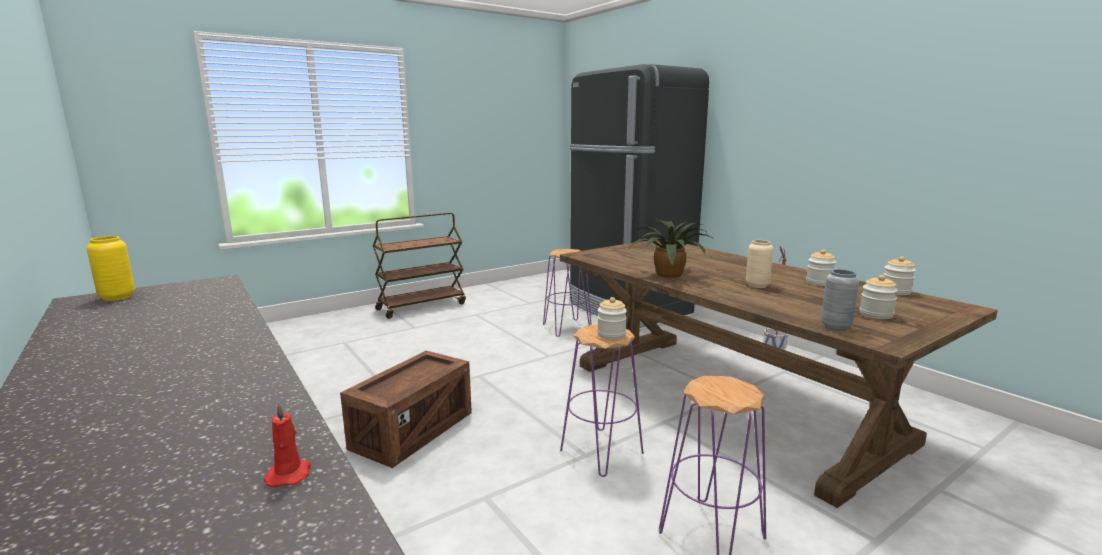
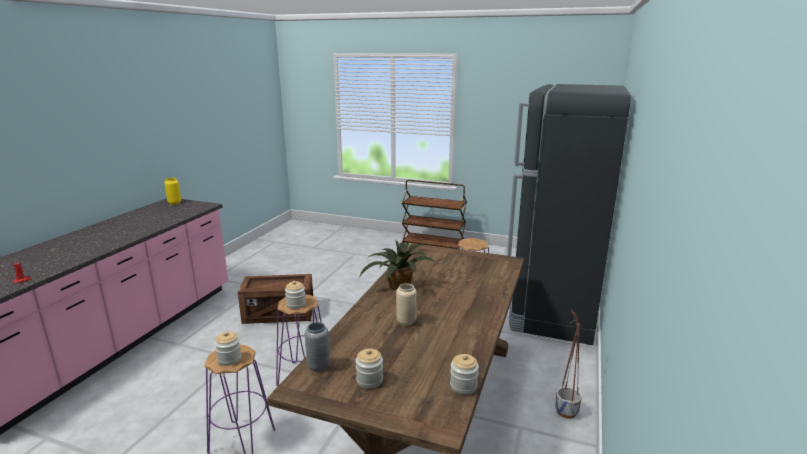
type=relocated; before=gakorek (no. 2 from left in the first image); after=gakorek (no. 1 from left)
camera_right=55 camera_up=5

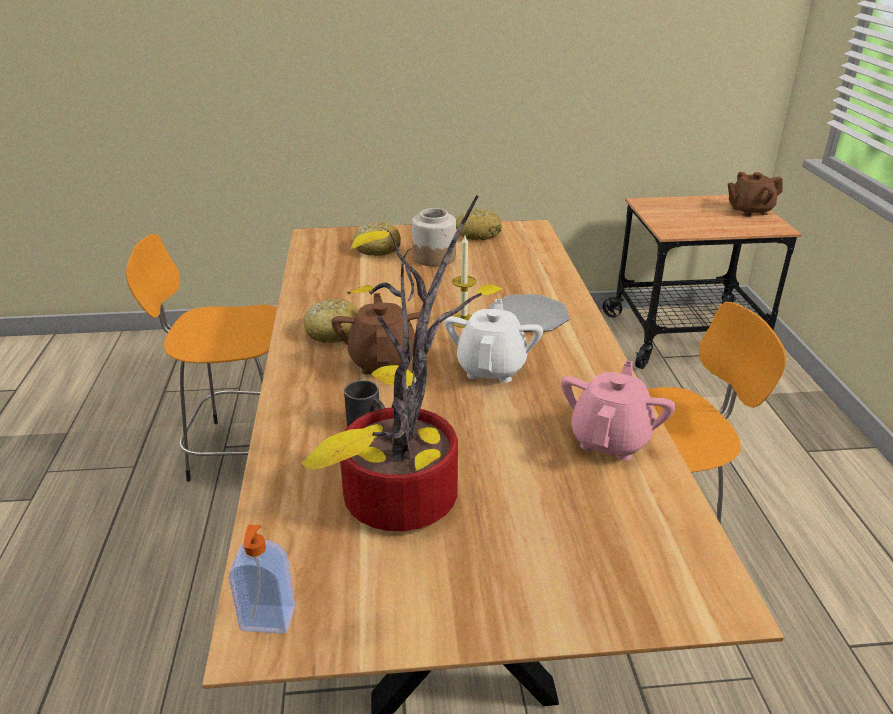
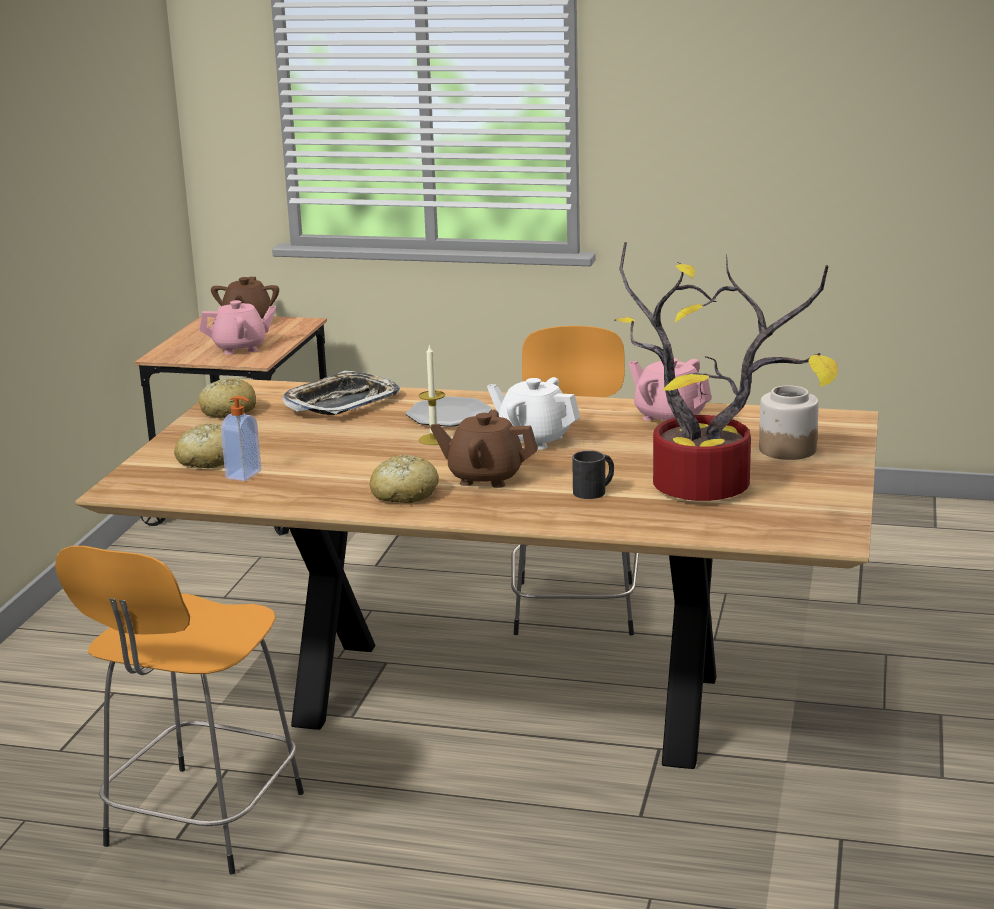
type=appeared; after=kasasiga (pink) (no. 1 from left)
type=relocated; before=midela
type=appeared; after=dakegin
type=relocated; before=gakorek
camera_right=-70 camera_up=-10

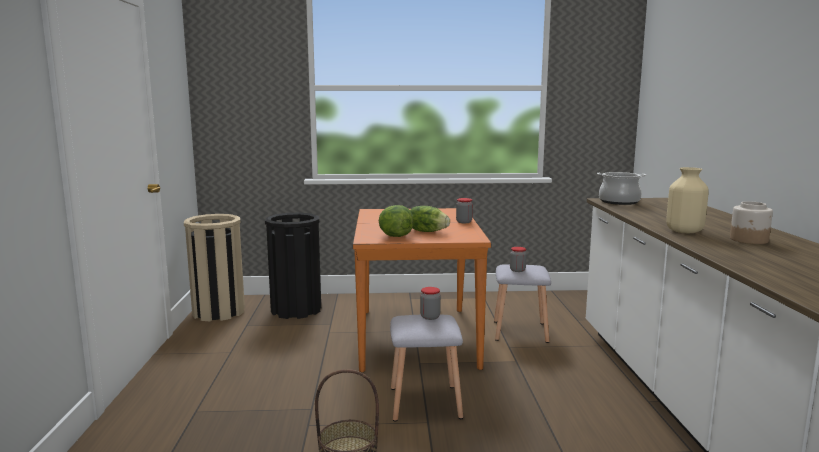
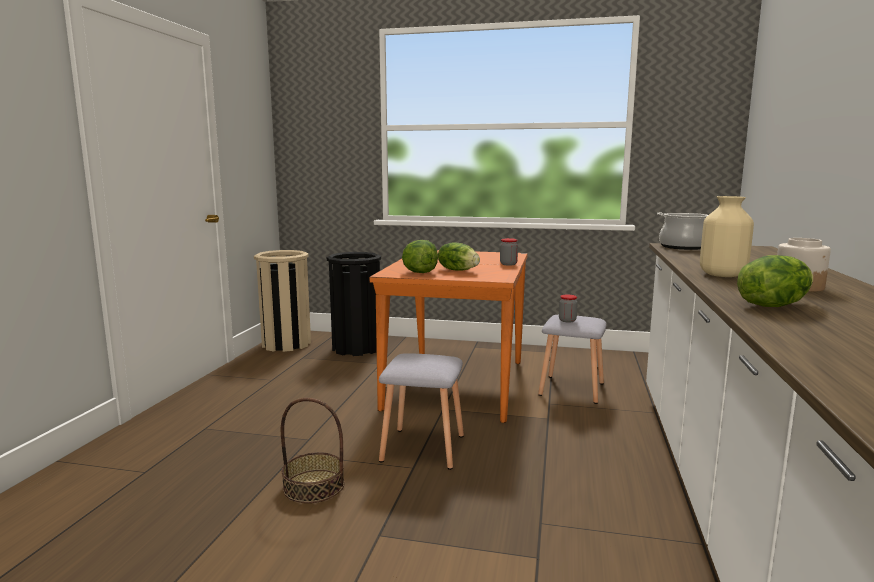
type=appeared; after=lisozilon (no. 3 from left)
type=missing; before=gakorek (no. 1 from left)
camera_right=15 camera_up=0

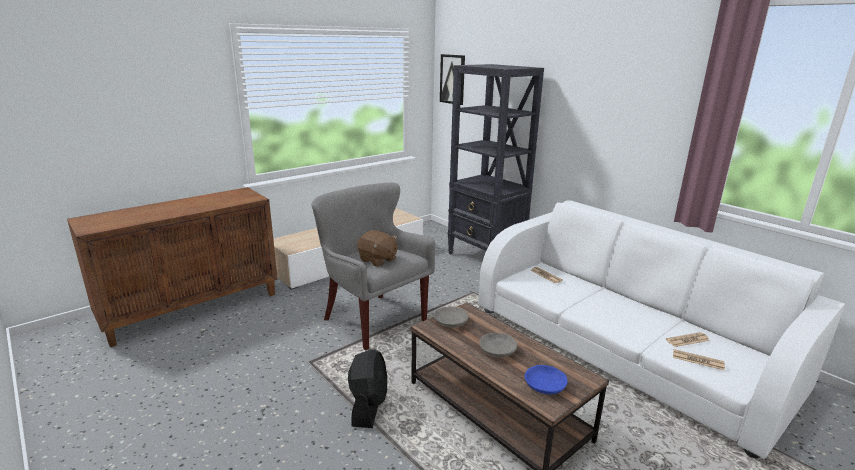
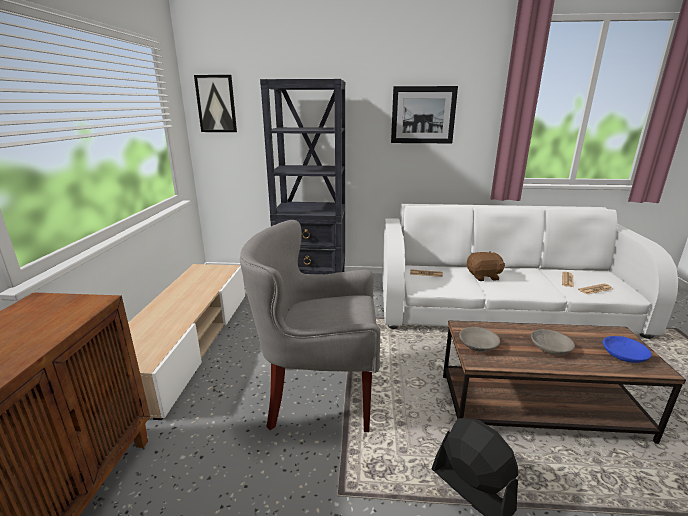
type=appeared; after=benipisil (no. 2 from left)
type=relocated; before=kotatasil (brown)
camera_right=-45 camera_up=0

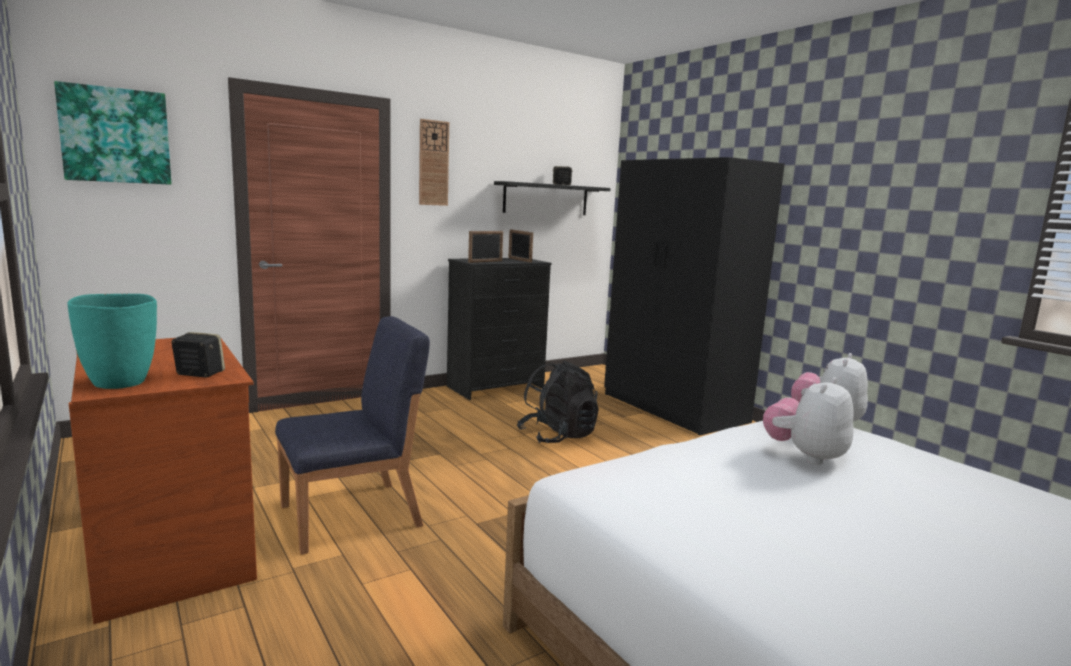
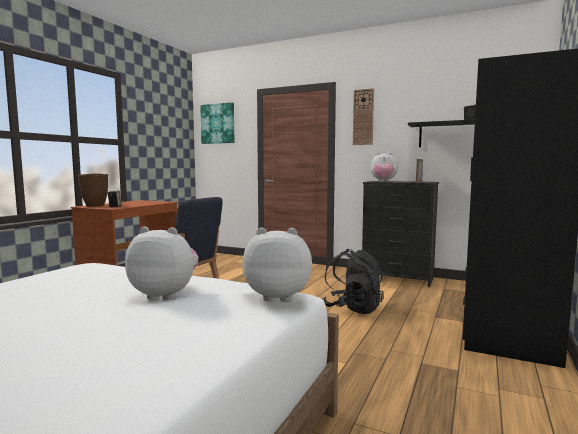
type=colour; before=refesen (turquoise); after=refesen (brown)
type=exchanged; before=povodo (no. 1 from left); after=kotatasil (no. 3 from left)
camera_right=60 camera_up=-5

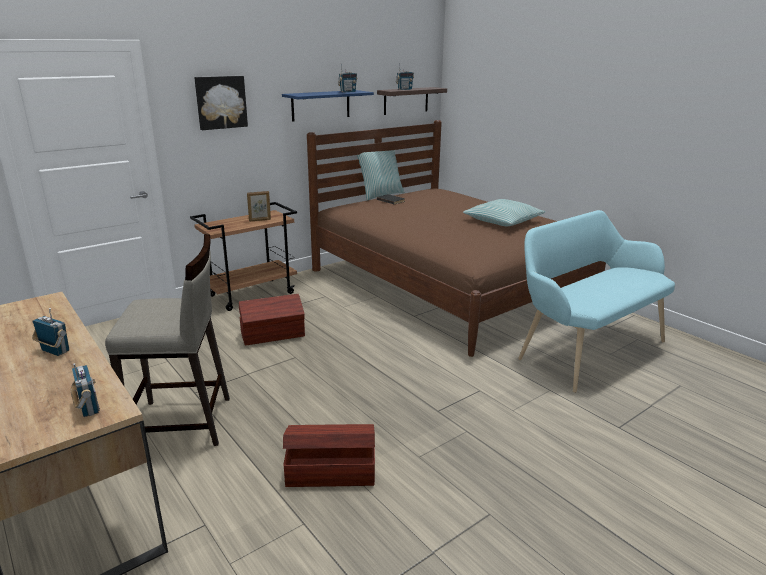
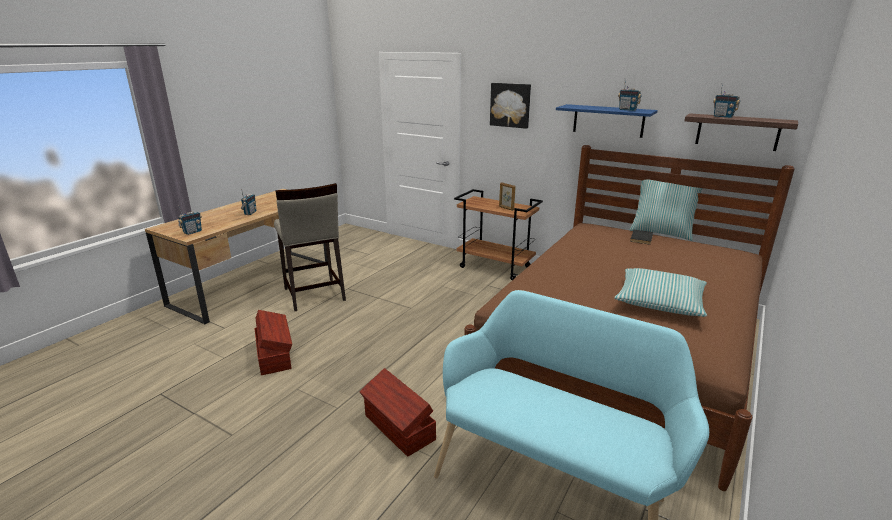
type=relocated; before=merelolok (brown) (no. 1 from left in the first image); after=merelolok (brown) (no. 2 from left)
camera_right=70 camera_up=0

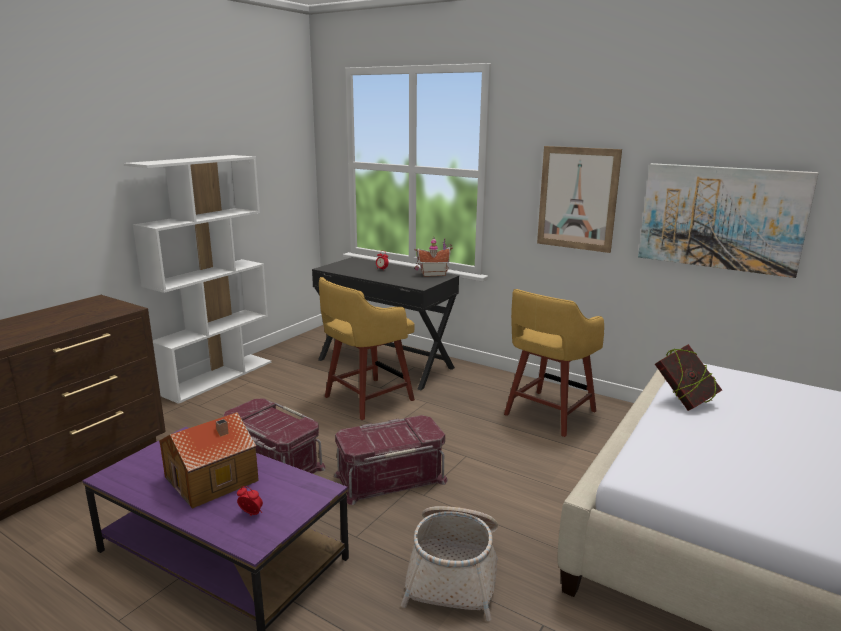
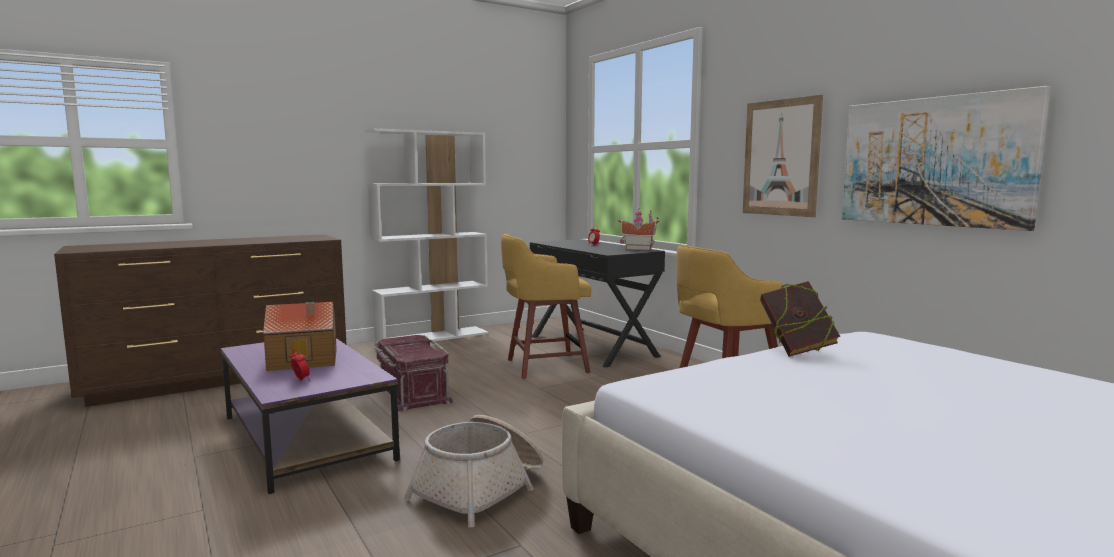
type=missing; before=merelolok (red) (no. 2 from left)
camera_right=25 camera_up=-10

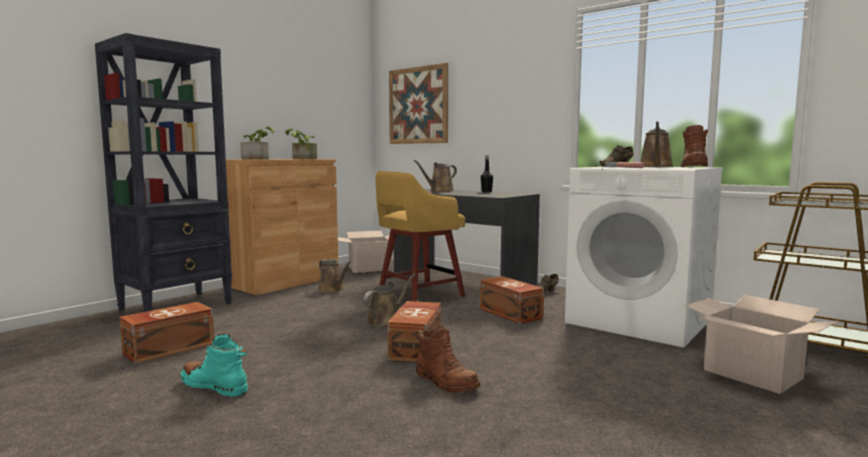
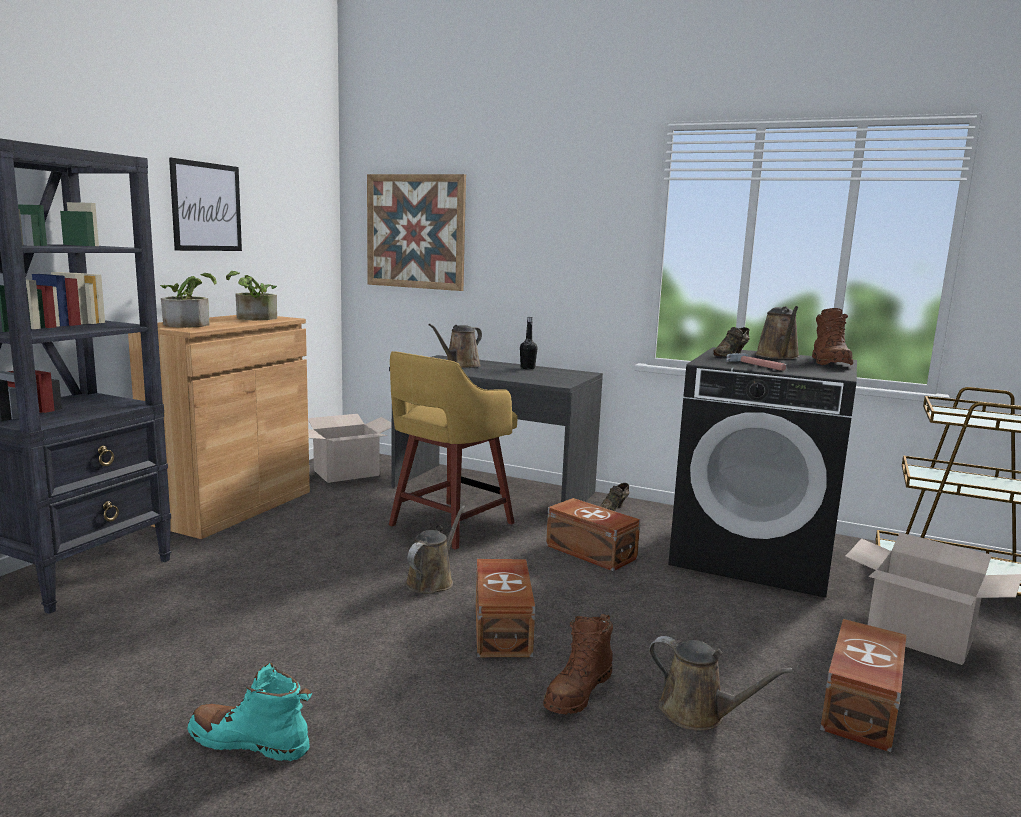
type=appeared; after=benipisil (no. 1 from left)
type=spun; before=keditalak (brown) (no. 1 from left); turn=90
type=relocated; before=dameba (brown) (no. 1 from left in the first image); after=dameba (brown) (no. 3 from left)
type=colour; before=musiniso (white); after=musiniso (black)
type=relocated; before=merelolok (brown) (no. 1 from left in the first image); after=merelolok (brown) (no. 3 from left)
camera_right=-15 camera_up=5

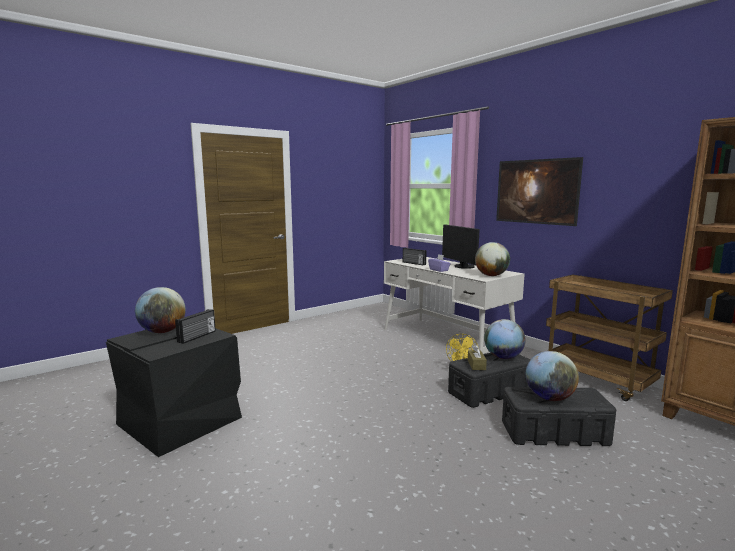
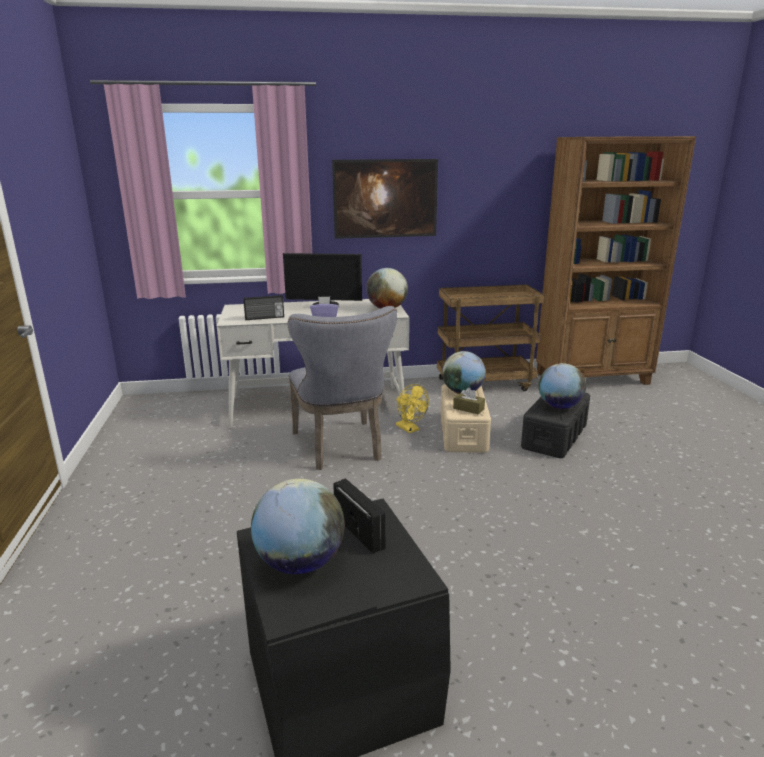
type=appeared; after=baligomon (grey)
type=colour; before=merelolok (black) (no. 2 from left); after=merelolok (beige)
camera_right=-60 camera_up=10

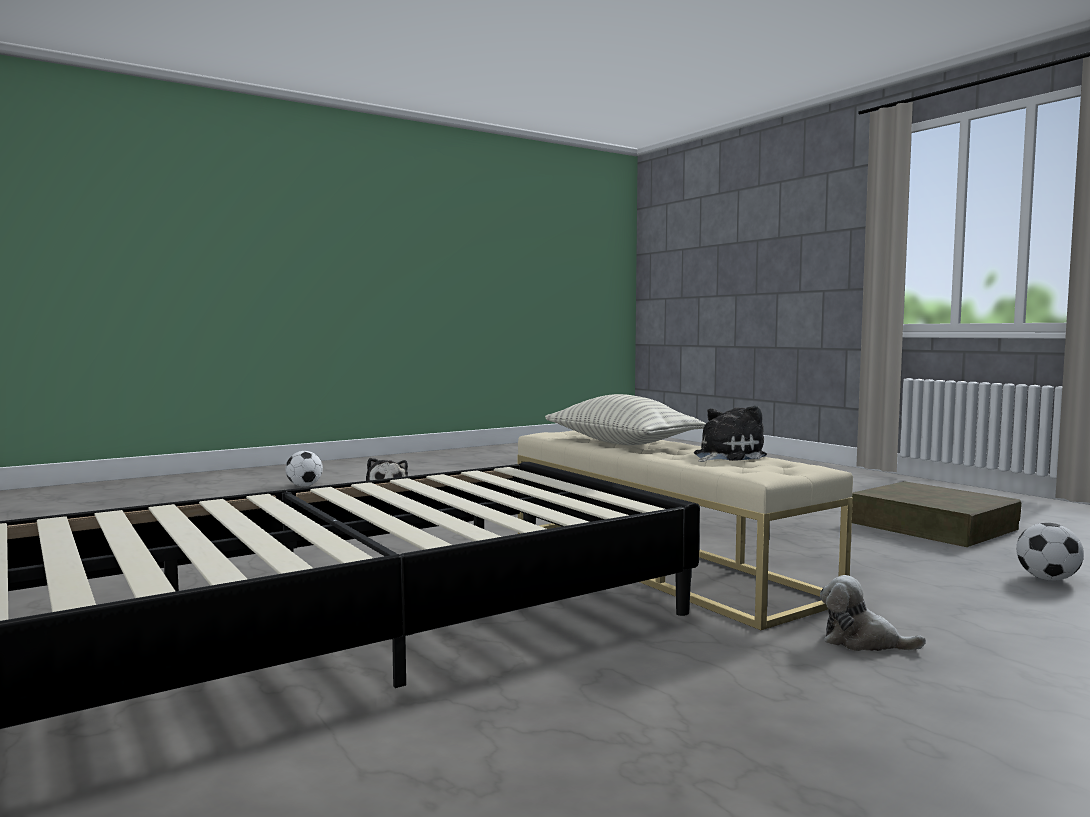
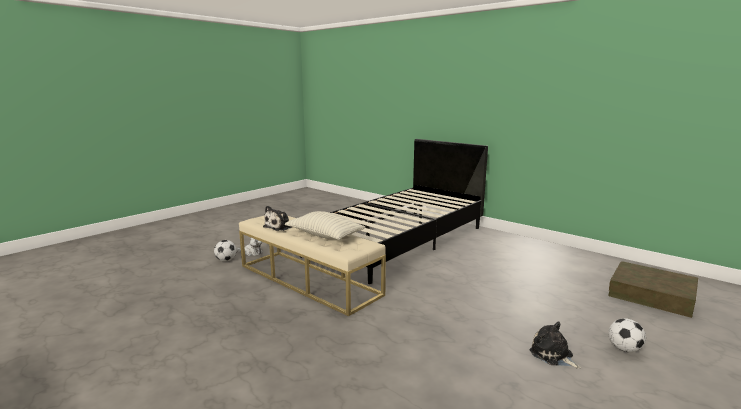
type=relocated; before=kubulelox (no. 2 from left in the first image); after=kubulelox (no. 1 from left)
type=relocated; before=merelolok (brown)
camera_right=165 camera_up=10

